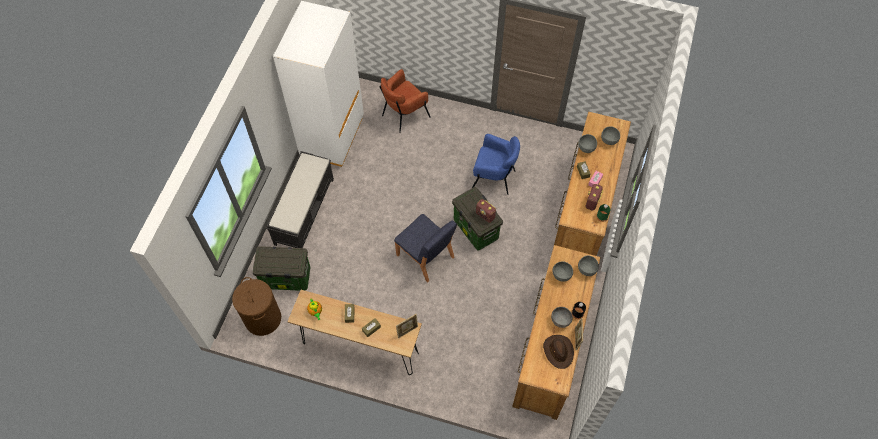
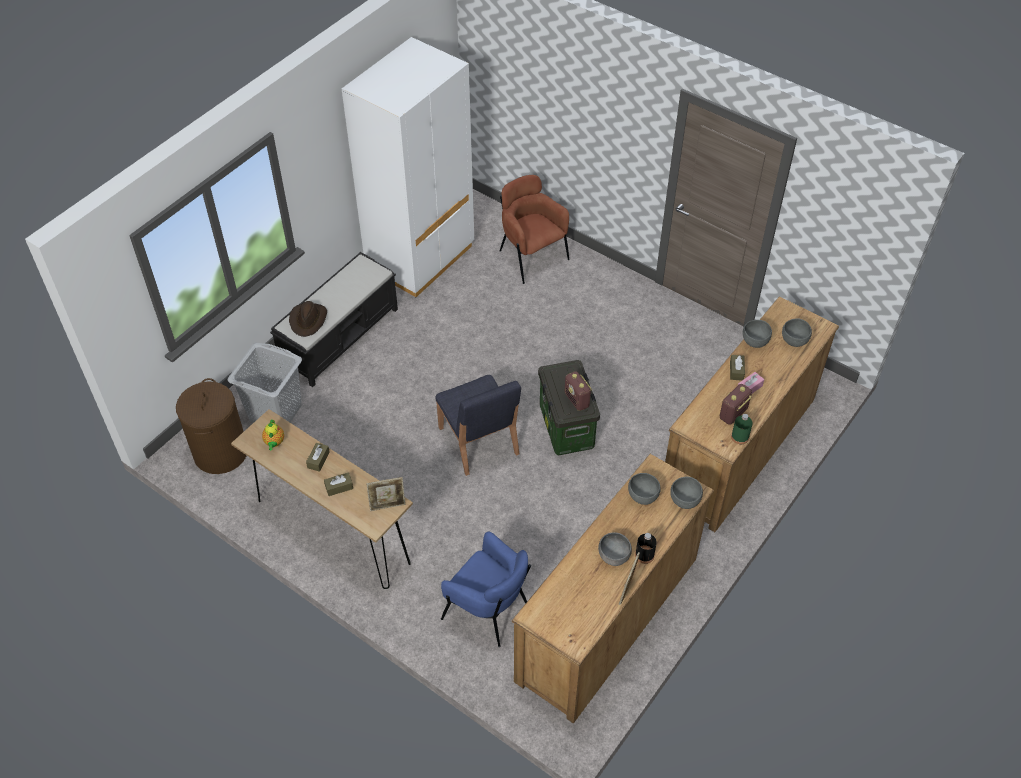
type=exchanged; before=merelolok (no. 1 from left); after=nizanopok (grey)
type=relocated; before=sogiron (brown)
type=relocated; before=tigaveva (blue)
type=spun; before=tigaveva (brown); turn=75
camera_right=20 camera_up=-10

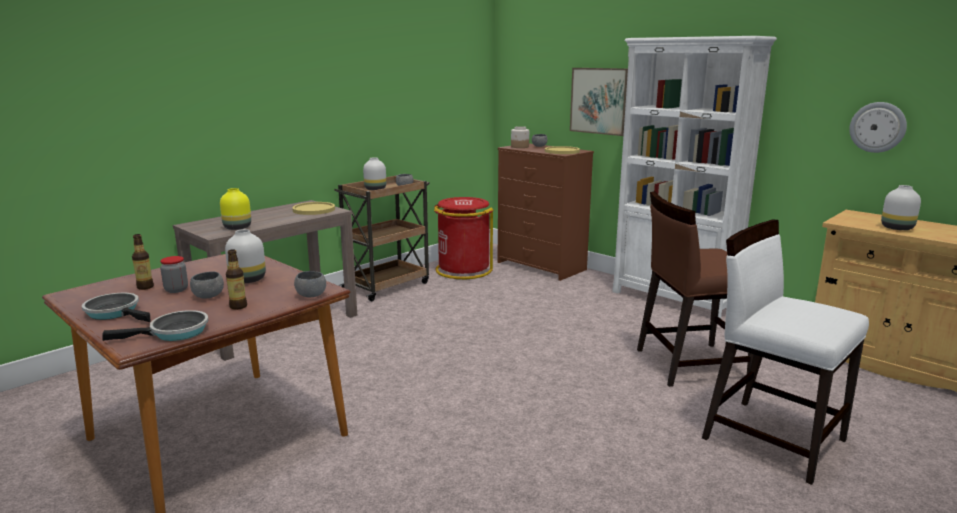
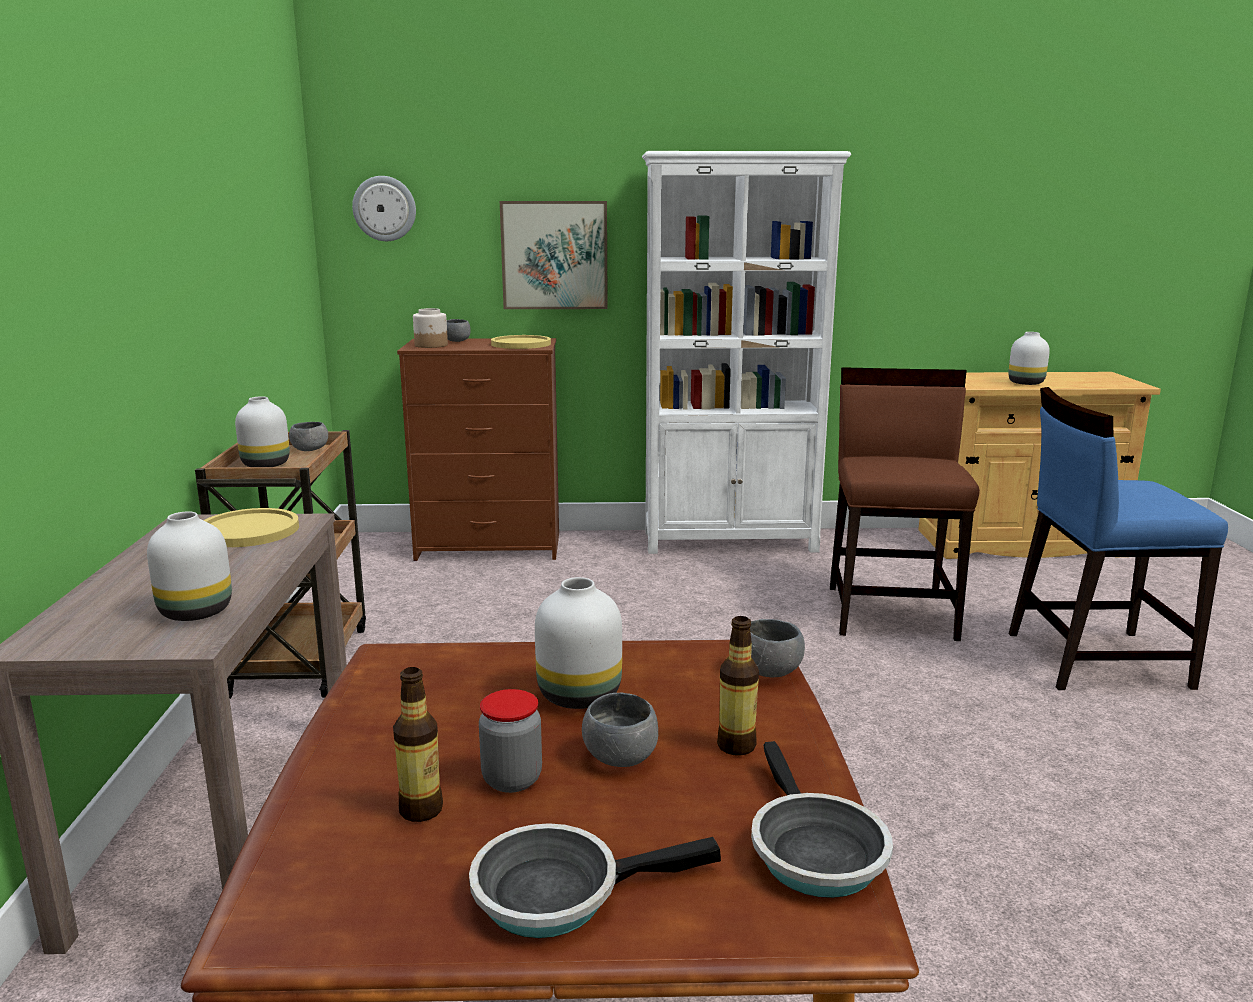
type=colour; before=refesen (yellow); after=refesen (white) (no. 1 from left)
type=relocated; before=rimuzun
type=spun; before=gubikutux (no. 2 from left); turn=150
type=spun; before=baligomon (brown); turn=150
type=colour; before=baligomon (white); after=baligomon (blue)
type=missing; before=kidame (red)
camera_right=-45 camera_up=0

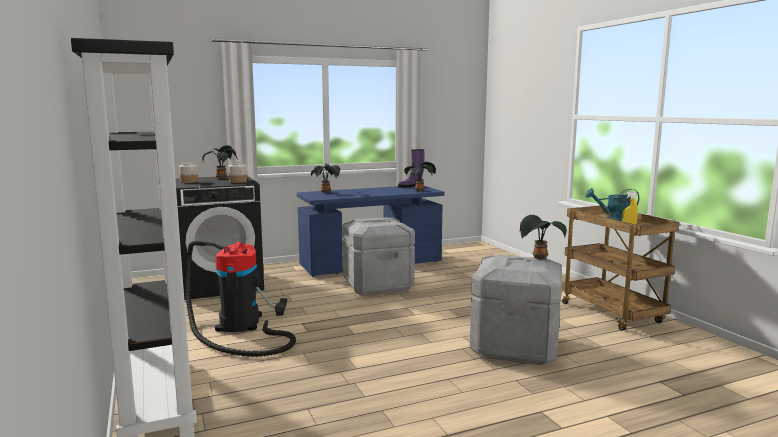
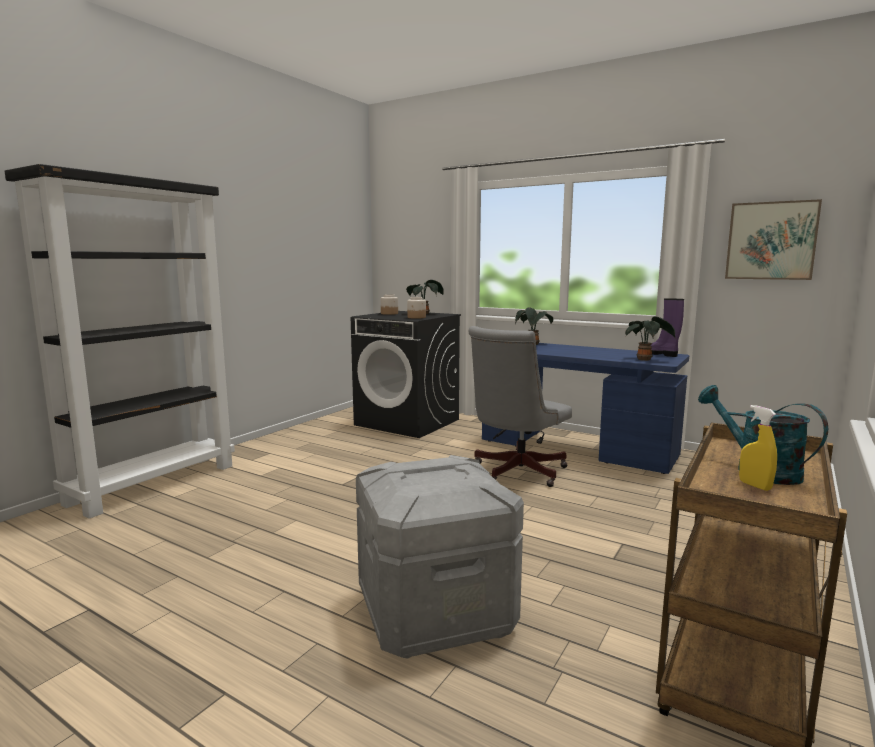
type=exchanged; before=merelolok (grey) (no. 1 from left); after=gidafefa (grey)
type=appeared; after=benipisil
type=missing; before=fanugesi
type=missing; before=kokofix (no. 4 from left)
camera_right=55 camera_up=0

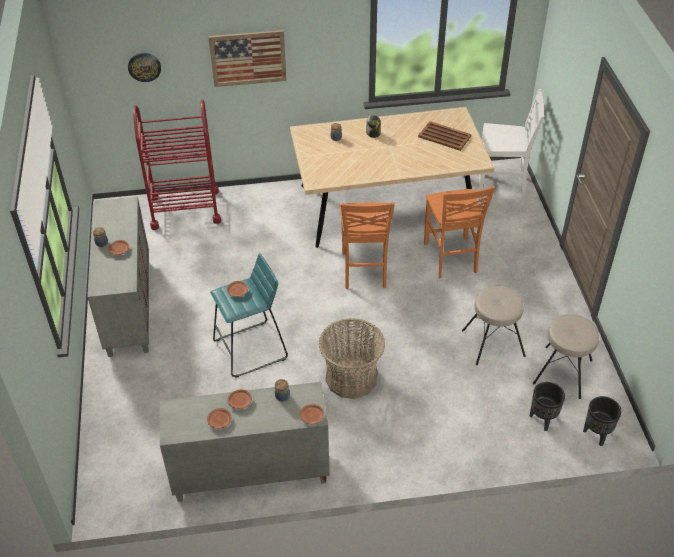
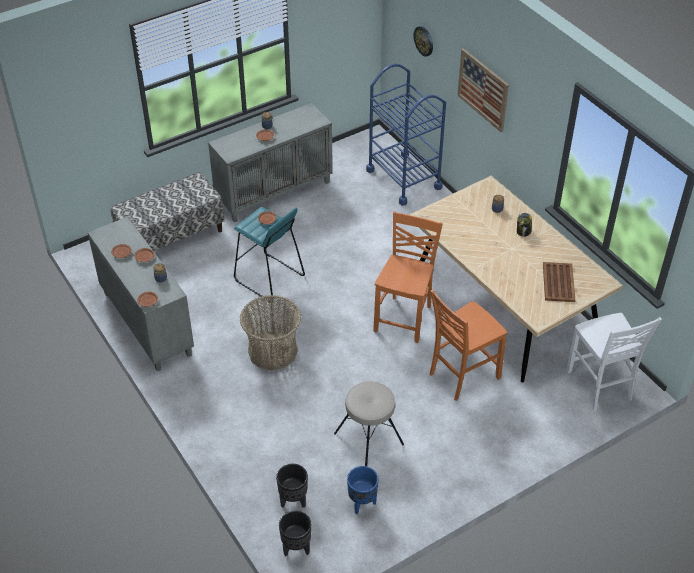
type=appeared; after=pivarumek
type=exchanged; before=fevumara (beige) (no. 2 from left); after=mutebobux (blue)
type=colour; before=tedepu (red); after=tedepu (blue)
type=spun; before=baligomon (orange) (no. 1 from left); turn=135
camera_right=65 camera_up=0

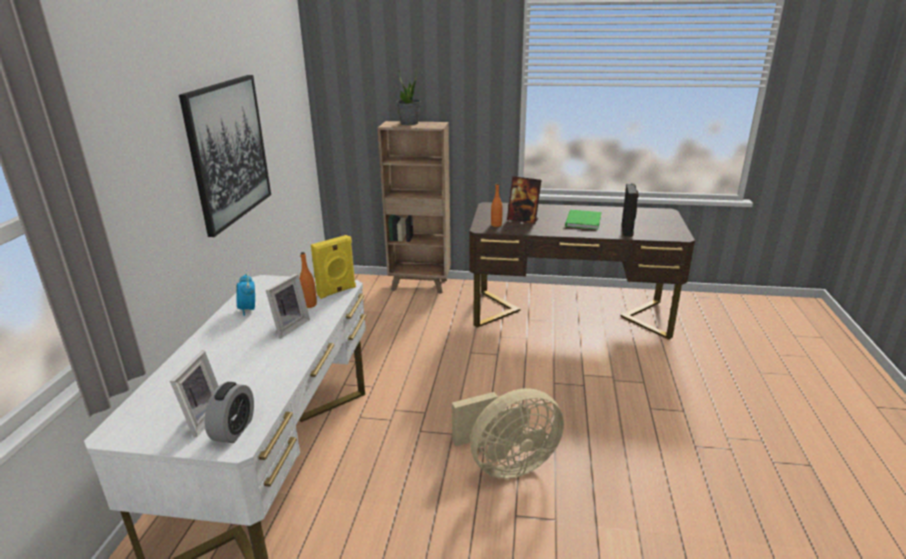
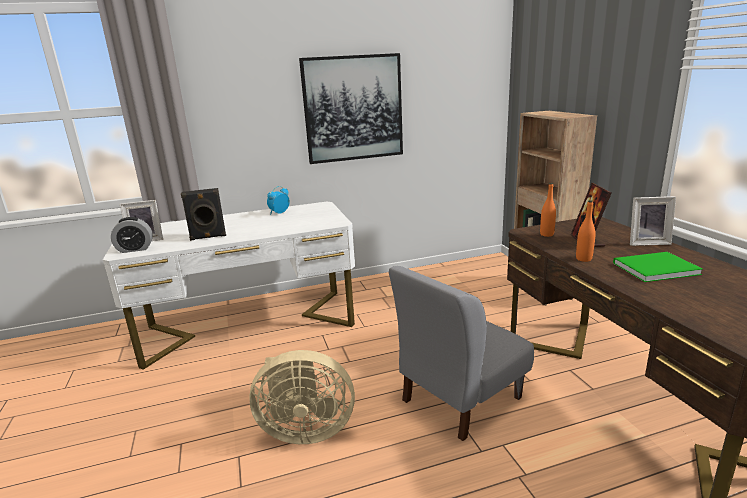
type=relocated; before=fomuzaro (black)
type=spun; before=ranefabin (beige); turn=-45
type=appeared; after=baligomon (grey)
type=relocated; before=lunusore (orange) (no. 1 from left in the first image); after=lunusore (orange) (no. 2 from left)
type=relocated; before=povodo (no. 2 from left in the first image); after=povodo (no. 3 from left)
type=missing; before=fomuzaro (yellow)
type=missing; before=kokofix
camera_right=65 camera_up=-5

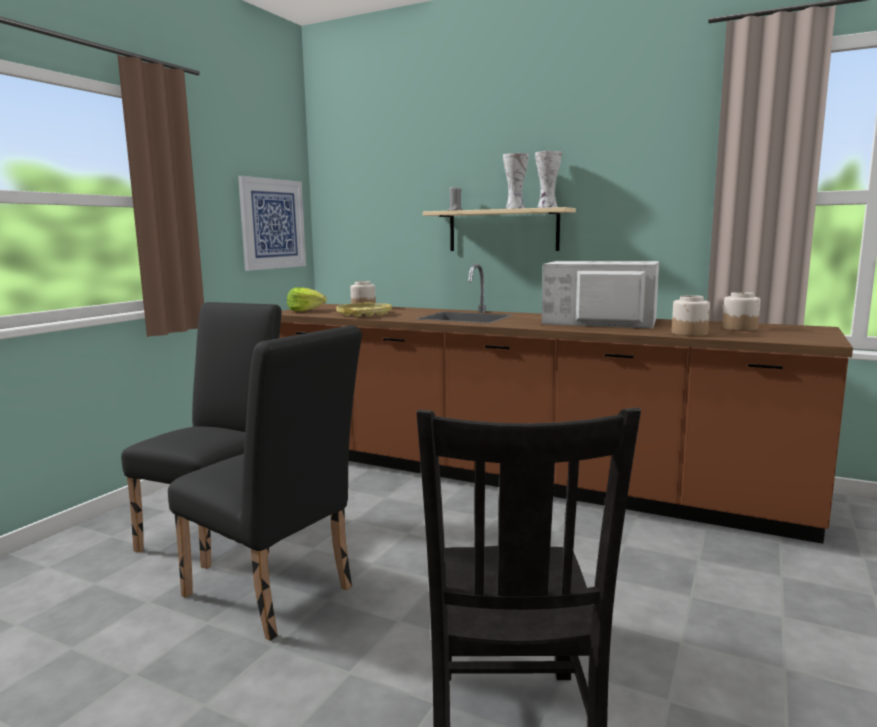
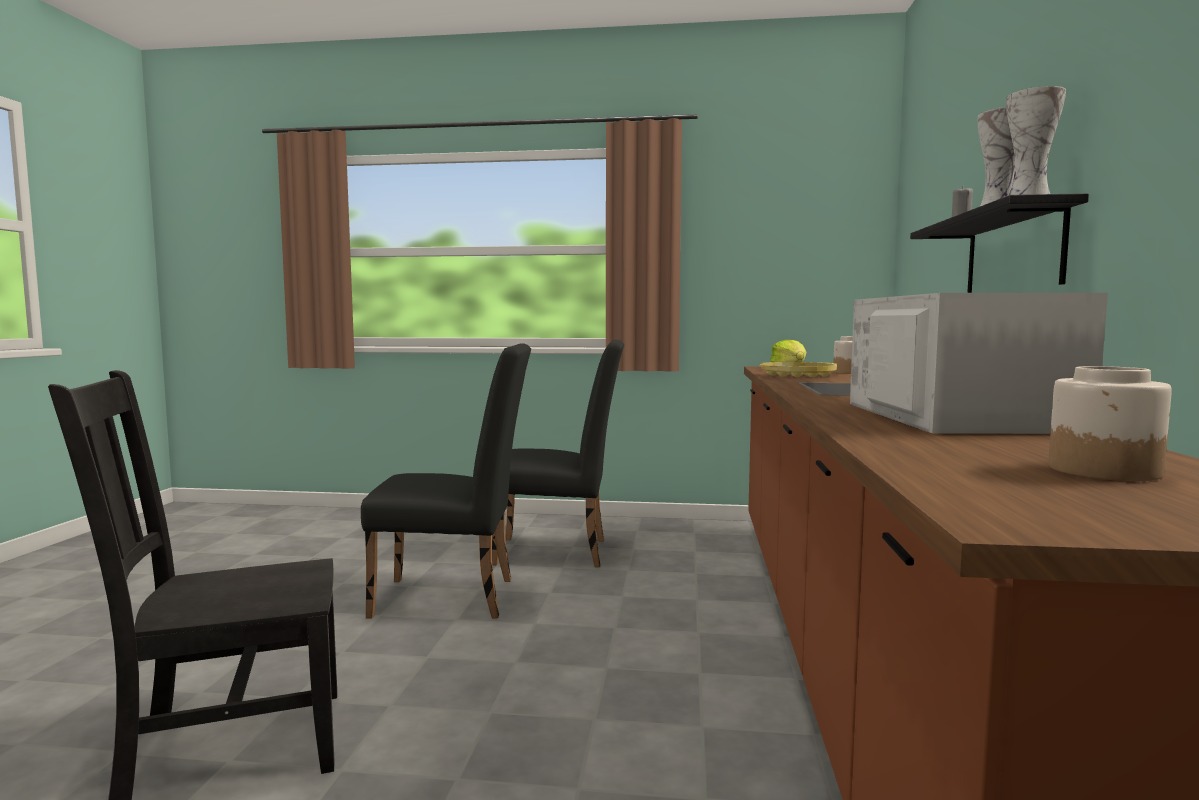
type=spun; before=baligomon (black) (no. 2 from left); turn=-105
type=colour; before=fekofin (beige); after=fekofin (black)
type=missing; before=benipisil
type=missing; before=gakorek (no. 2 from left)
camera_right=70 camera_up=-5

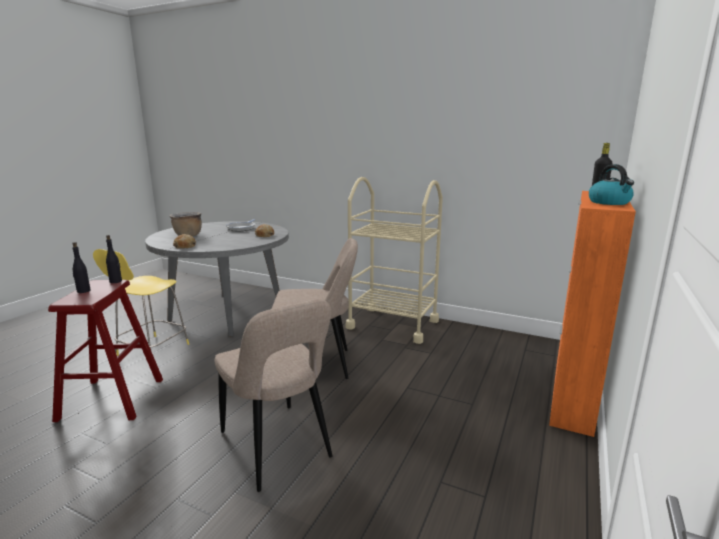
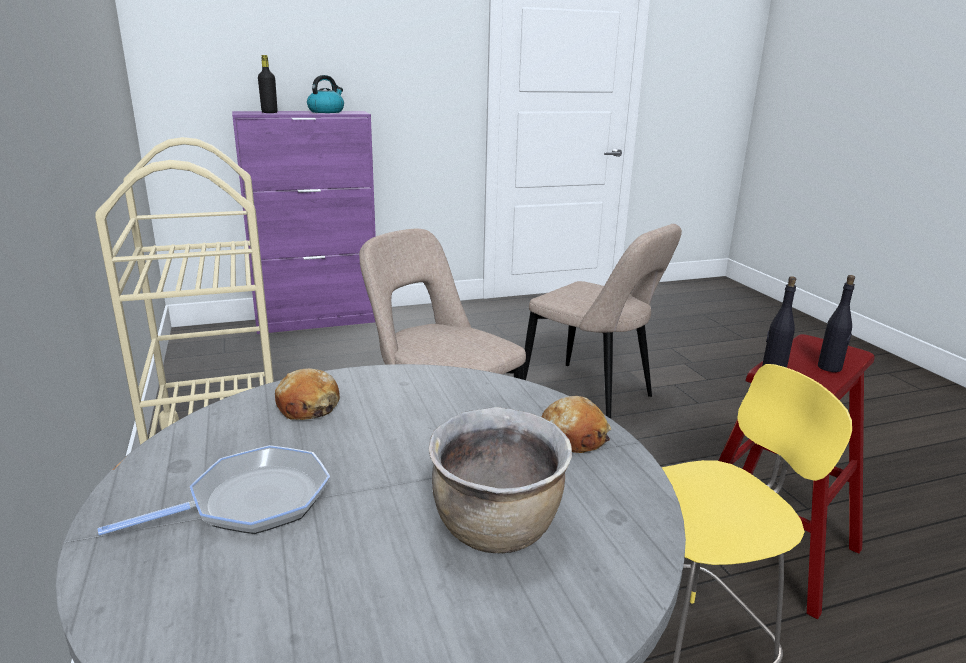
type=colour; before=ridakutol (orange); after=ridakutol (purple)
type=spun; before=baligomon (beige) (no. 1 from left in the first image); turn=120
camera_right=-135 camera_up=5

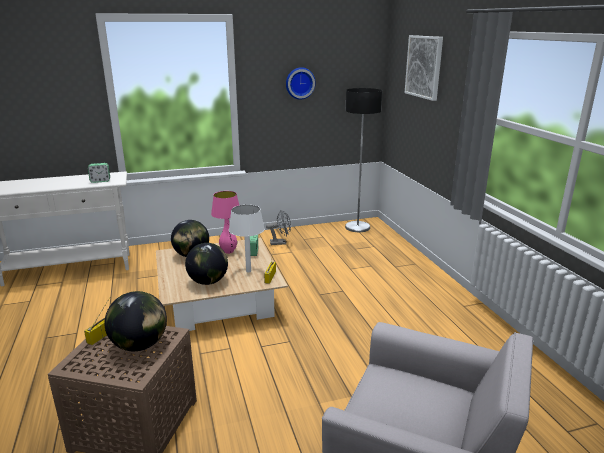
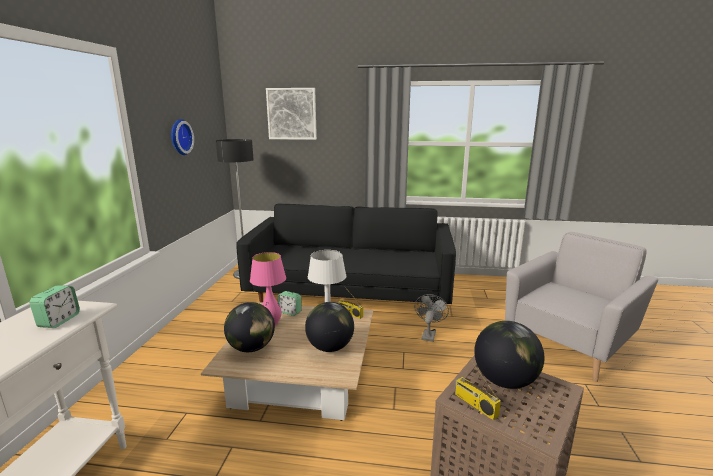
type=appeared; after=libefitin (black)
type=relocated; before=ranefabin (grey)
camera_right=-65 camera_up=-5

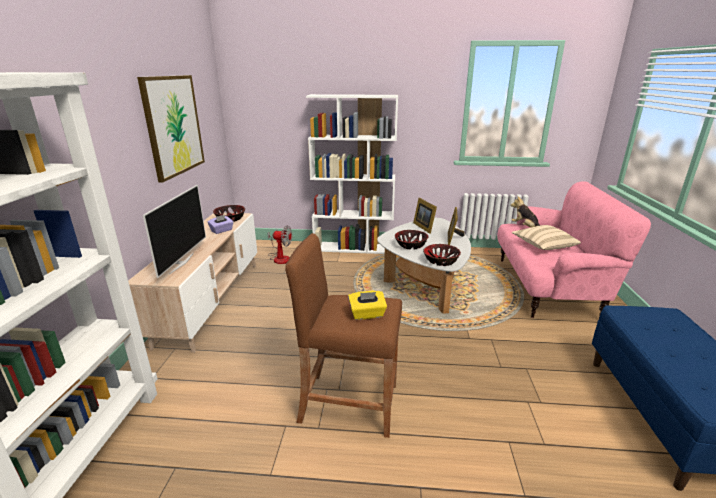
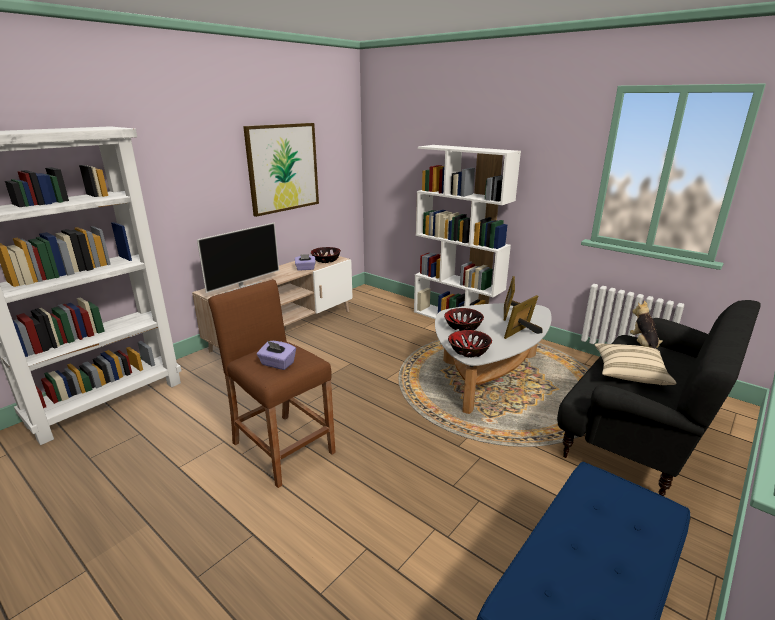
type=colour; before=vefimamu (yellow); after=vefimamu (purple) (no. 1 from left)
type=colour; before=libefitin (pink); after=libefitin (black)
type=missing; before=ranefabin
camera_right=35 camera_up=0

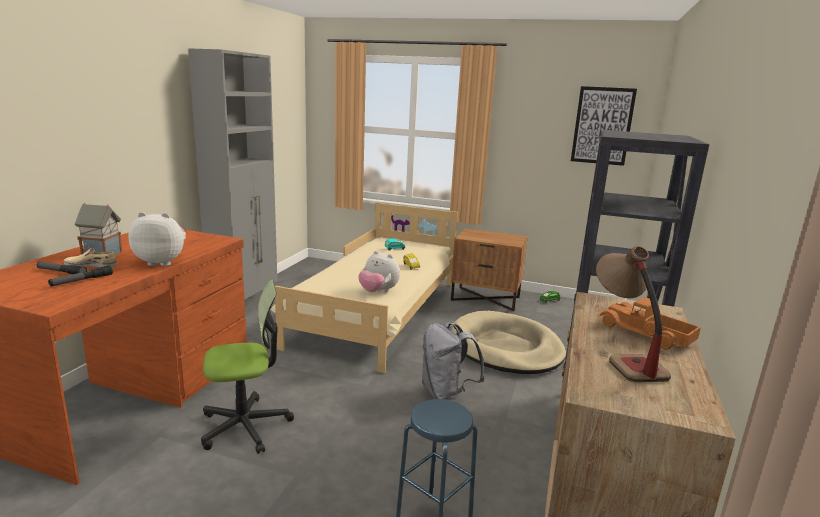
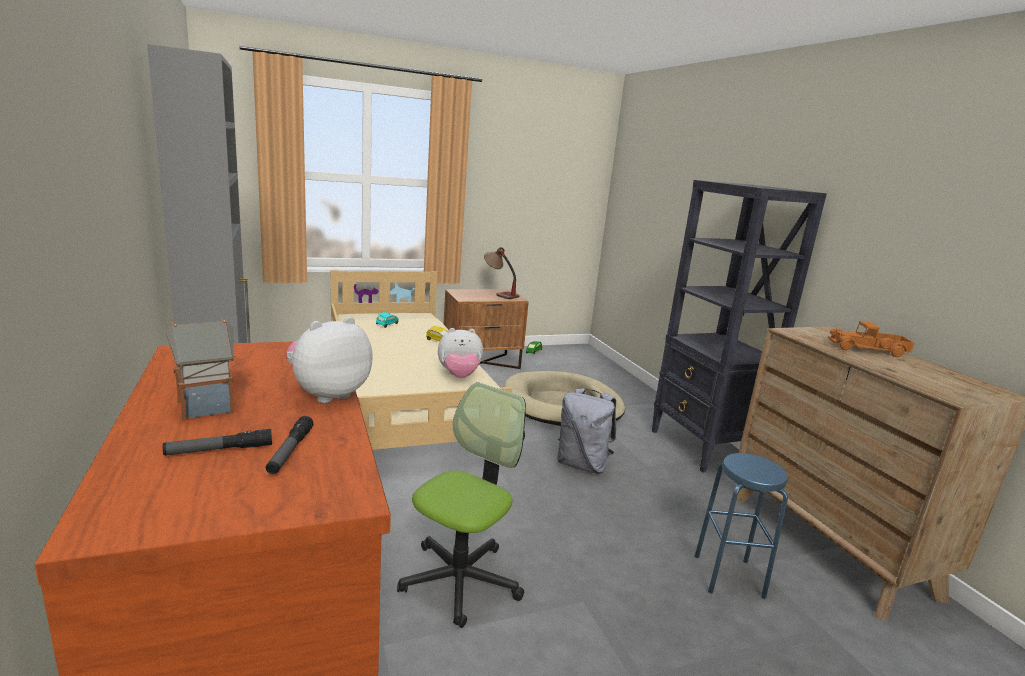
type=relocated; before=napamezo
type=missing; before=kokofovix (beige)
type=missing; before=benipisil
camera_right=-40 camera_up=0

